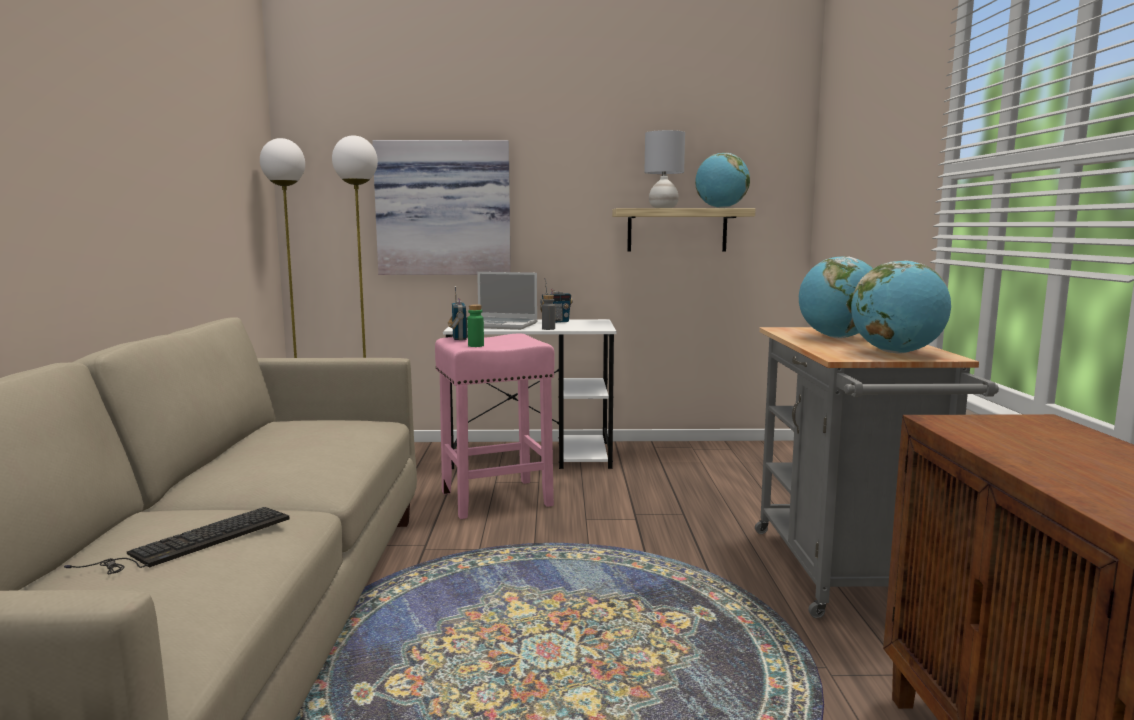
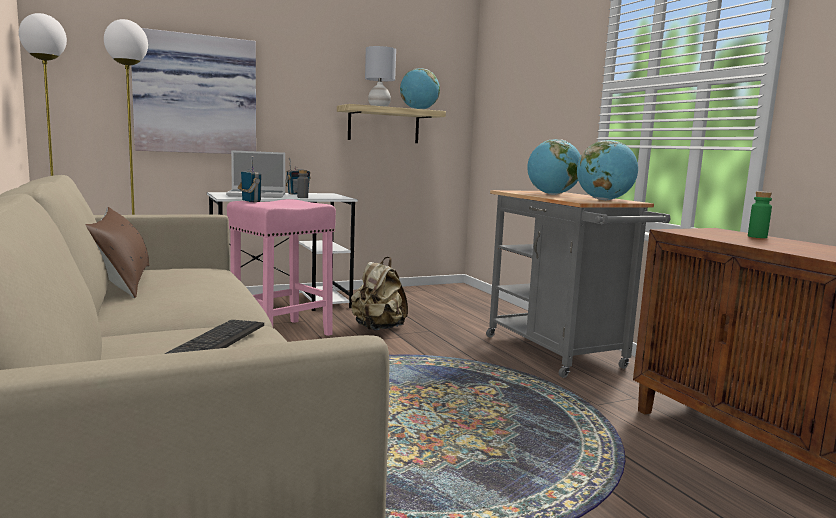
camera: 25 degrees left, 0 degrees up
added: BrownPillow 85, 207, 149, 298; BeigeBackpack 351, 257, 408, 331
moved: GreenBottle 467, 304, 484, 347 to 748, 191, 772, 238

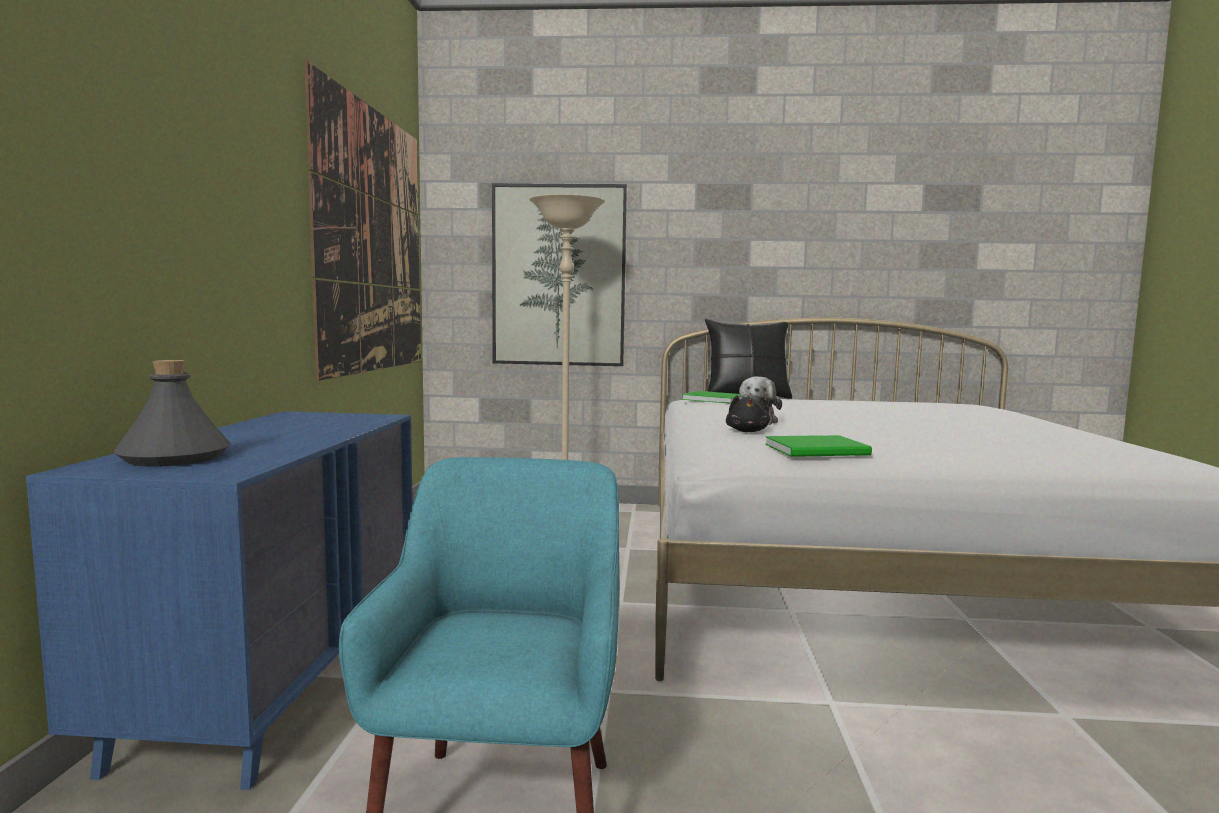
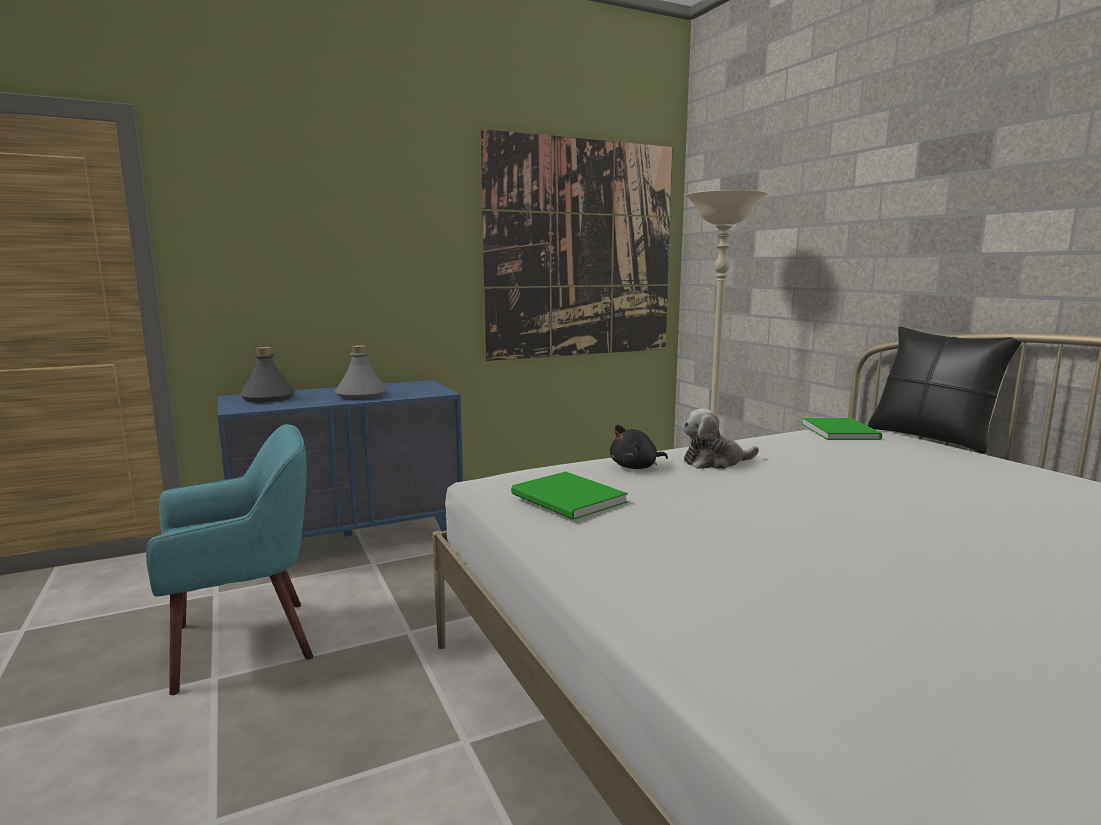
camera: 60 degrees right, 5 degrees up
removed: Picture 492, 184, 627, 366
added: GreyBottle 335, 345, 388, 400

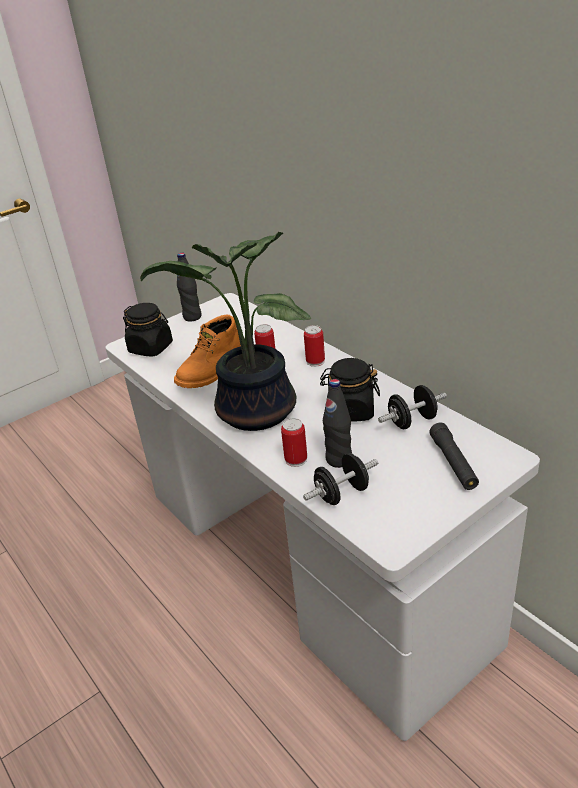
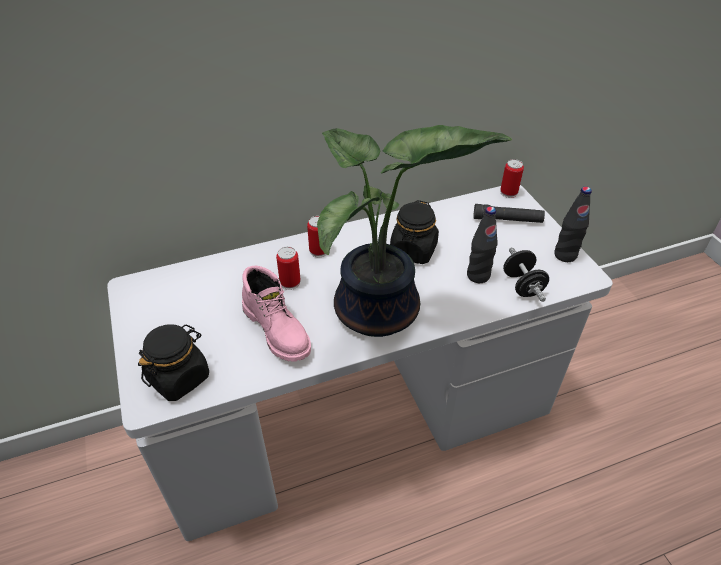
camera: 75 degrees left, 10 degrees up
removed: BlackDumbbell 378, 385, 447, 429
moved: Can 281, 418, 307, 467 to 500, 159, 524, 198; BlackBottle 177, 253, 201, 321 to 554, 187, 592, 262
recoloured: OrangeBoot 174, 315, 241, 388 to PinkBoot 242, 266, 311, 362

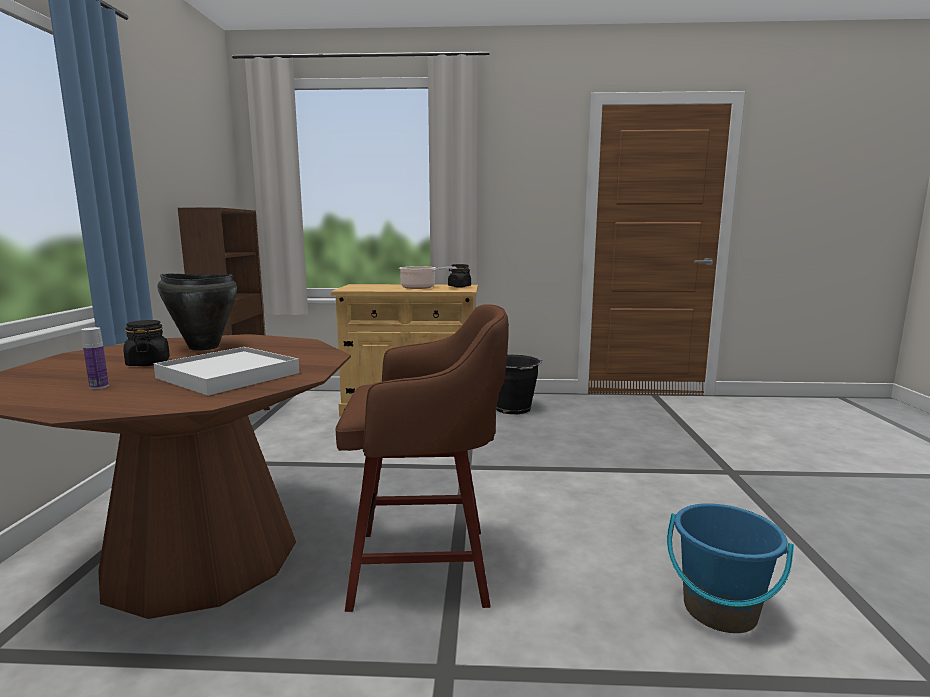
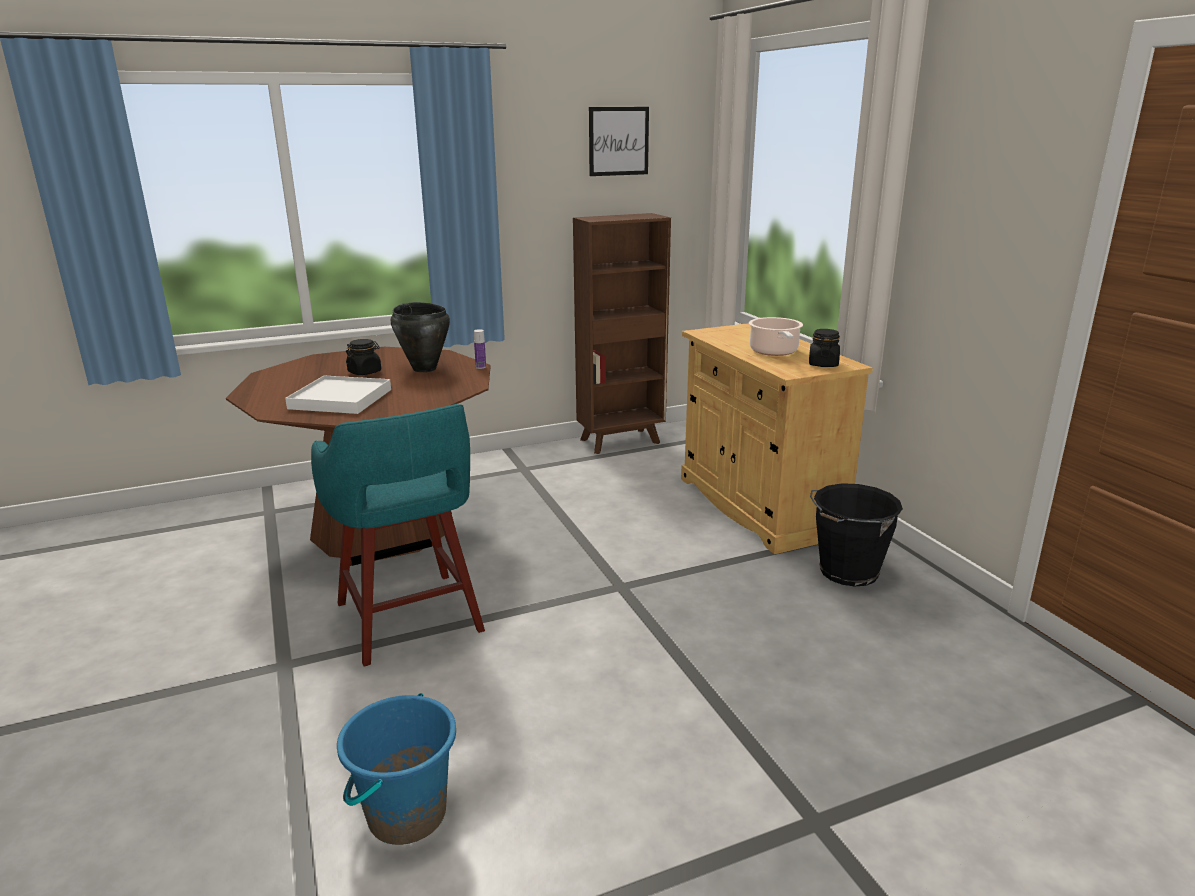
camera: 65 degrees right, 10 degrees up
added: Picture 589, 107, 649, 176
moved: Bottle 81, 327, 109, 389 to 474, 329, 486, 369
recoloured: BrownStool 336, 304, 509, 612 to TurquoiseStool 311, 404, 485, 667

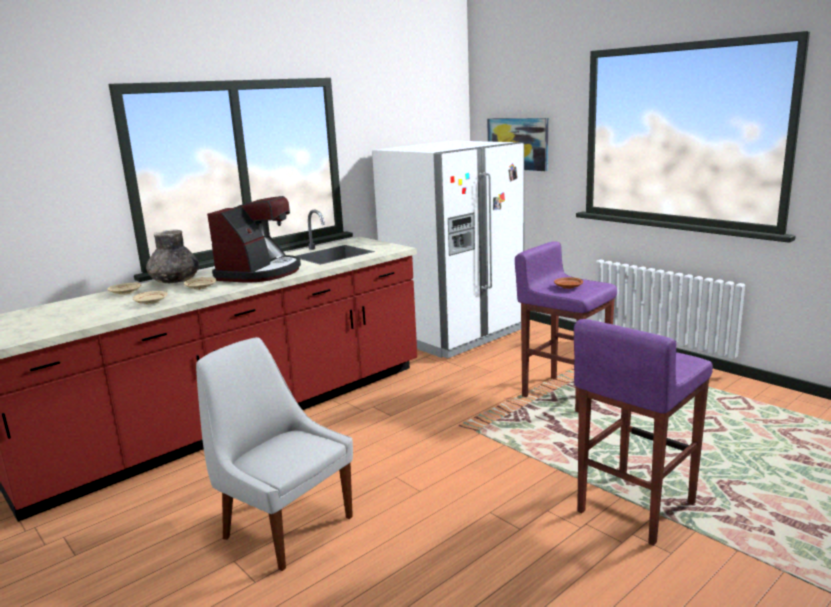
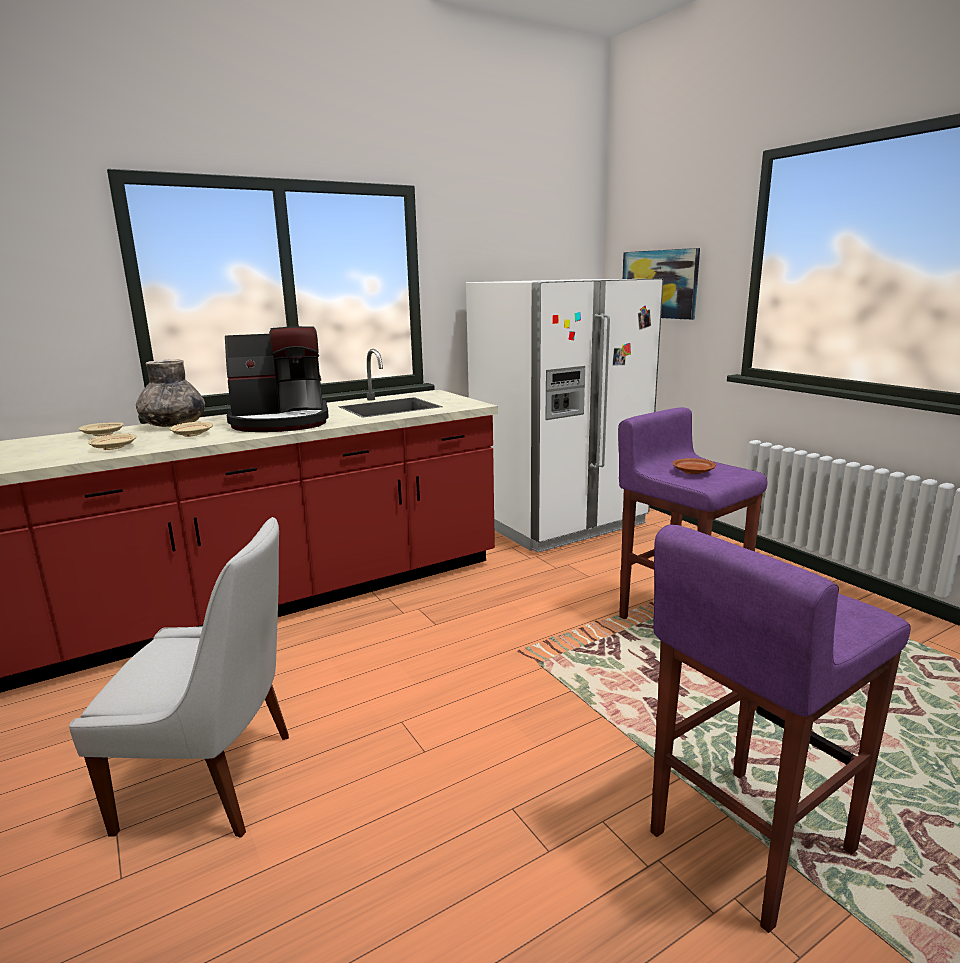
camera: 10 degrees right, 0 degrees up
turned: WhiteChair 196, 337, 353, 571 = 69, 517, 289, 838 135 degrees clockwise; CoffeeMachine 207, 196, 301, 283 = 225, 326, 329, 432 45 degrees clockwise

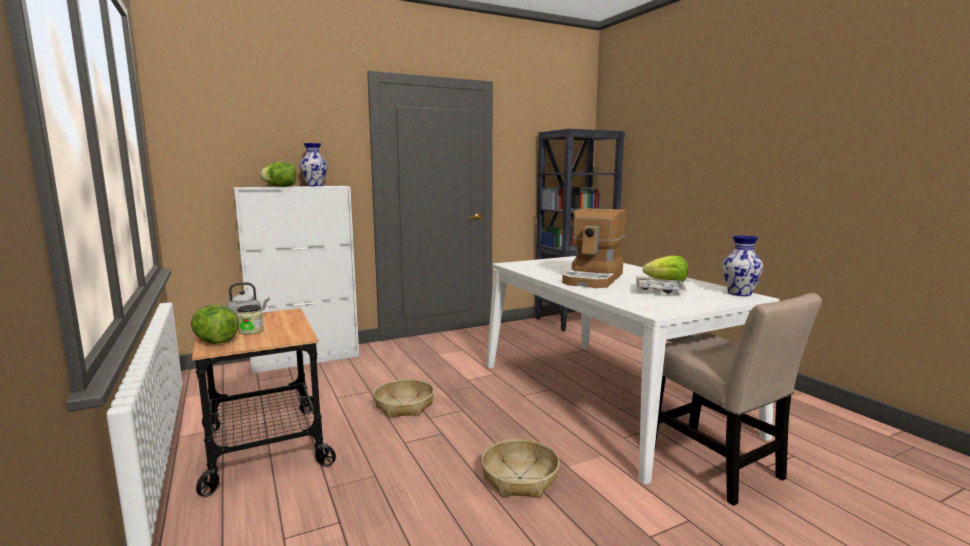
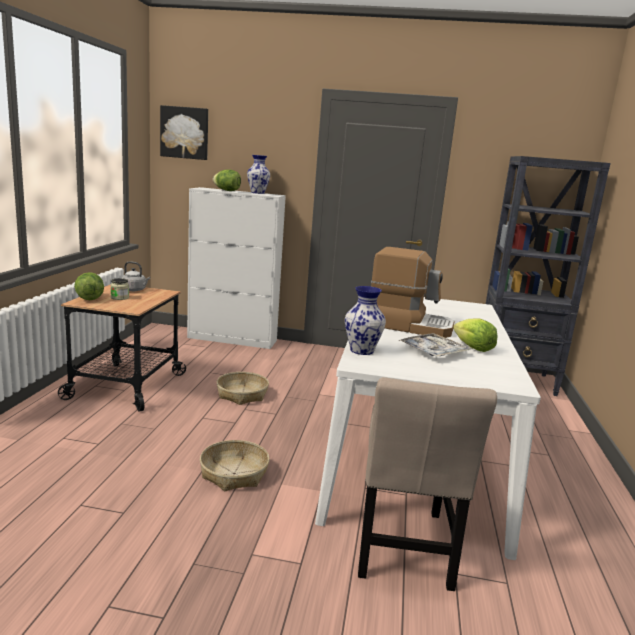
camera: 35 degrees right, 5 degrees up
added: Picture 160, 105, 208, 160
moved: Vase 722, 235, 763, 296 to 345, 286, 386, 355
turned: CoffeeMachine 562, 208, 626, 288 = 371, 247, 455, 338 135 degrees counterclockwise

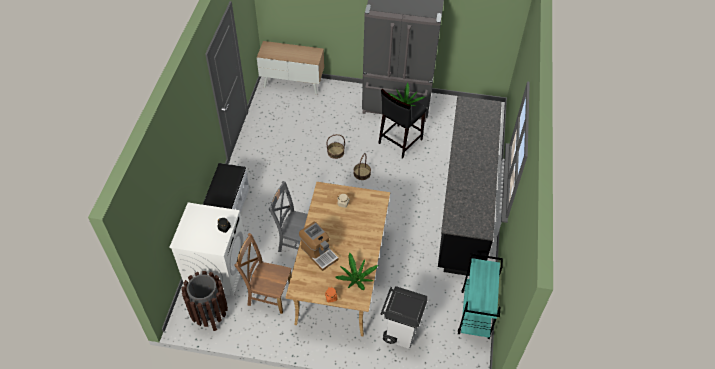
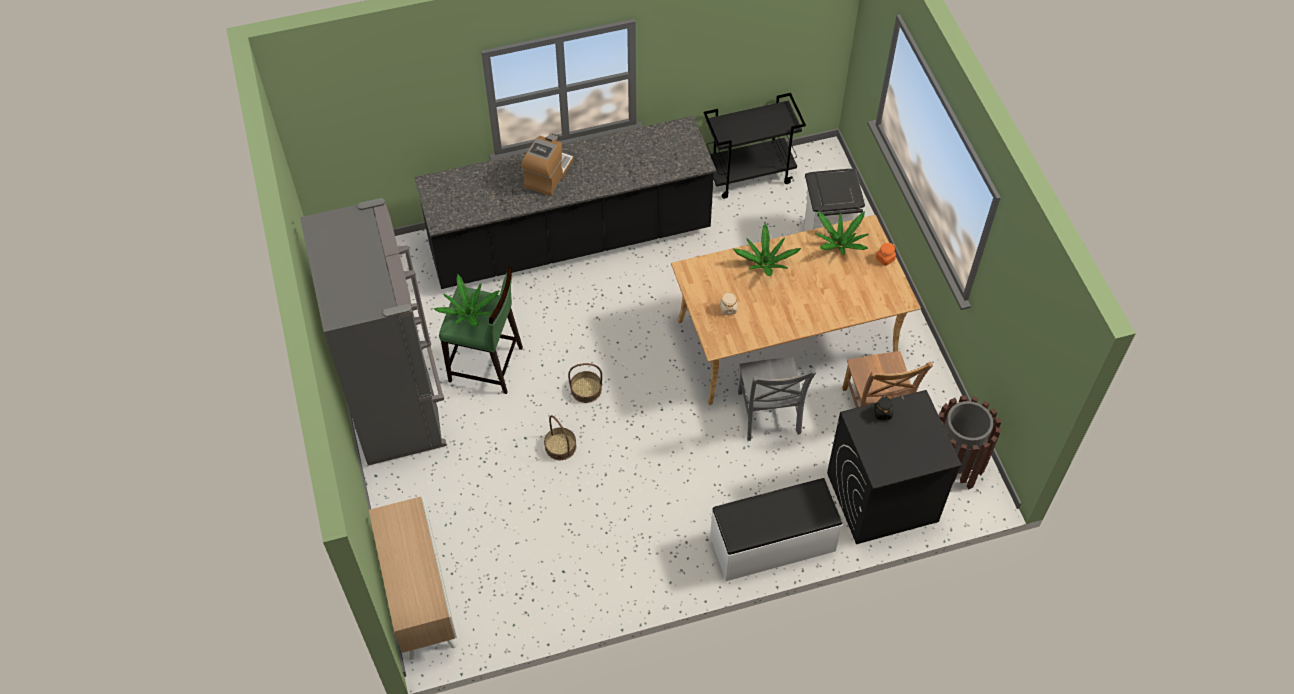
camera: 115 degrees left, 5 degrees up
added: PottedPlant 733, 223, 801, 276
moved: CoffeeMachine 299, 221, 339, 271 to 521, 133, 574, 196
recoloured: BlackStool 378, 89, 427, 158 to GreenStool 439, 266, 523, 394; TurquoiseCart 458, 254, 503, 339 to BlackCart 704, 93, 806, 199; WhiteWashingMachine 169, 203, 248, 296 to BlackWashingMachine 827, 390, 962, 544

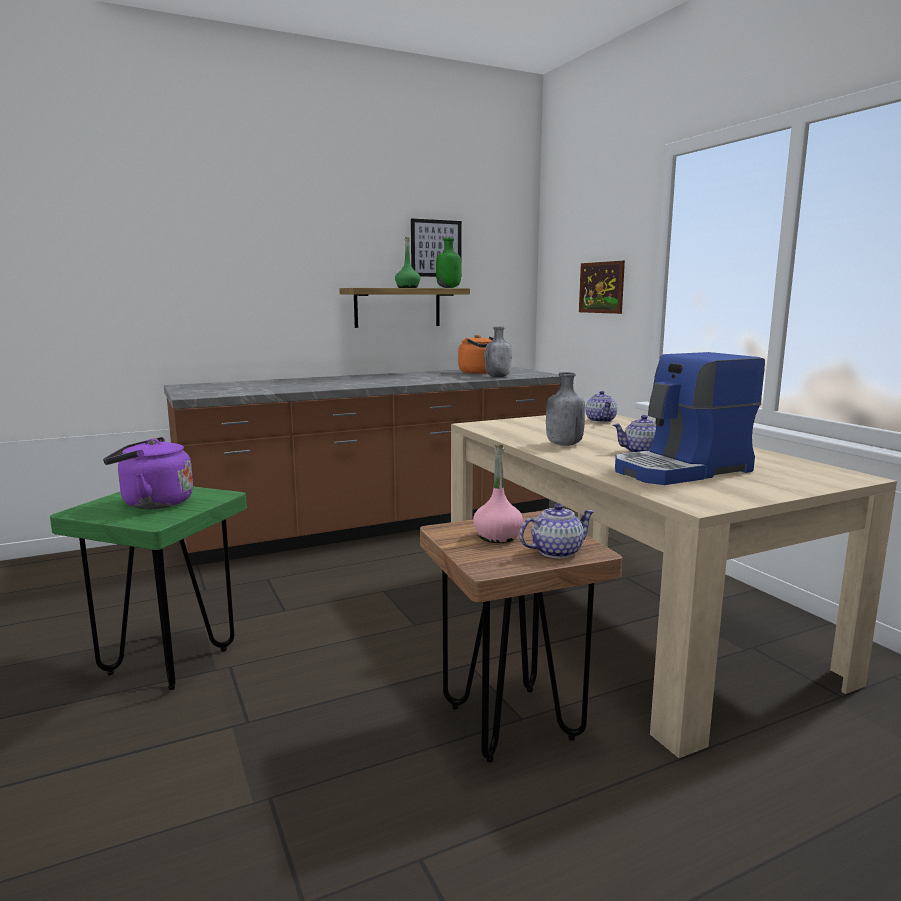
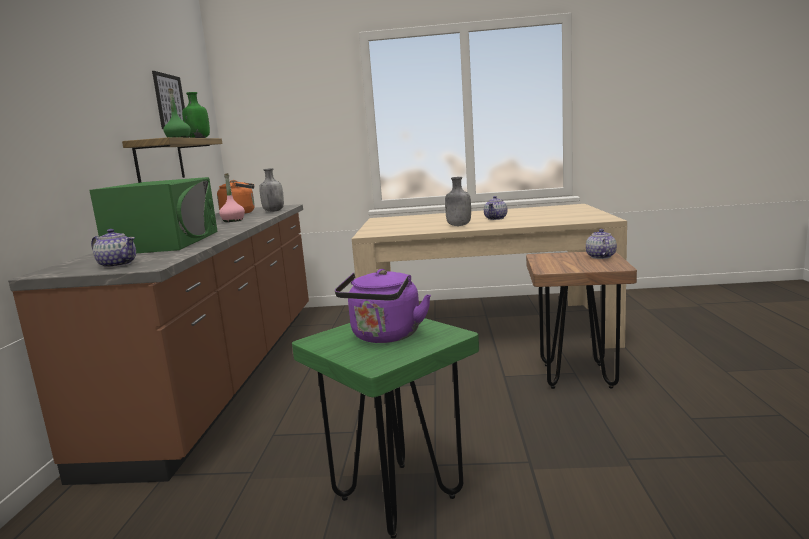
camera: 60 degrees left, 0 degrees up
removed: Picture 579, 261, 625, 314; CoffeeMachine 615, 352, 765, 485
added: GreenMicrowave 89, 177, 217, 253
moved: Teapot 586, 391, 617, 423 to 91, 229, 136, 268; PinkBottle 473, 445, 523, 543 to 219, 173, 245, 222

